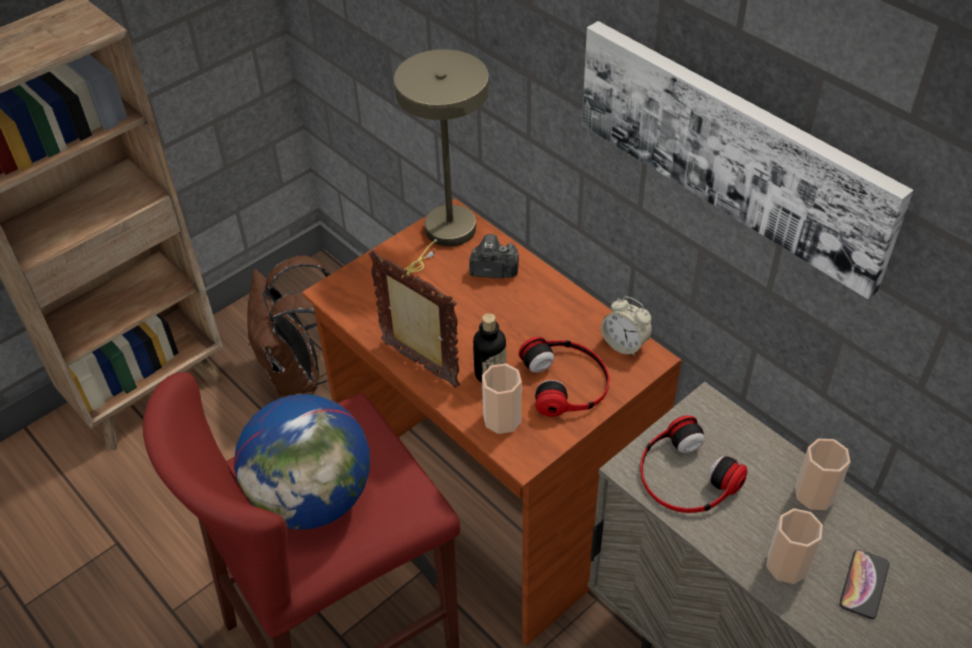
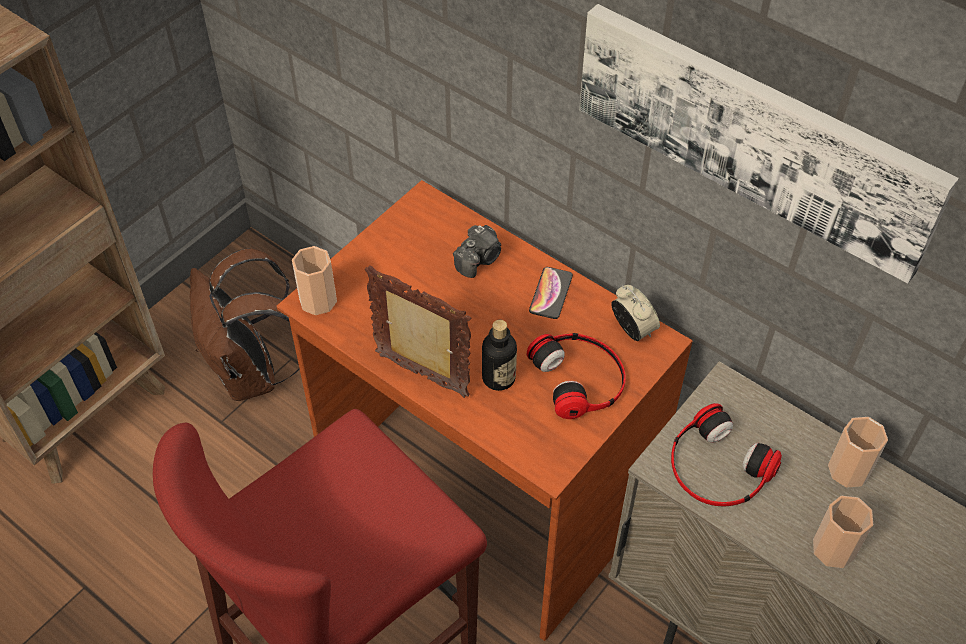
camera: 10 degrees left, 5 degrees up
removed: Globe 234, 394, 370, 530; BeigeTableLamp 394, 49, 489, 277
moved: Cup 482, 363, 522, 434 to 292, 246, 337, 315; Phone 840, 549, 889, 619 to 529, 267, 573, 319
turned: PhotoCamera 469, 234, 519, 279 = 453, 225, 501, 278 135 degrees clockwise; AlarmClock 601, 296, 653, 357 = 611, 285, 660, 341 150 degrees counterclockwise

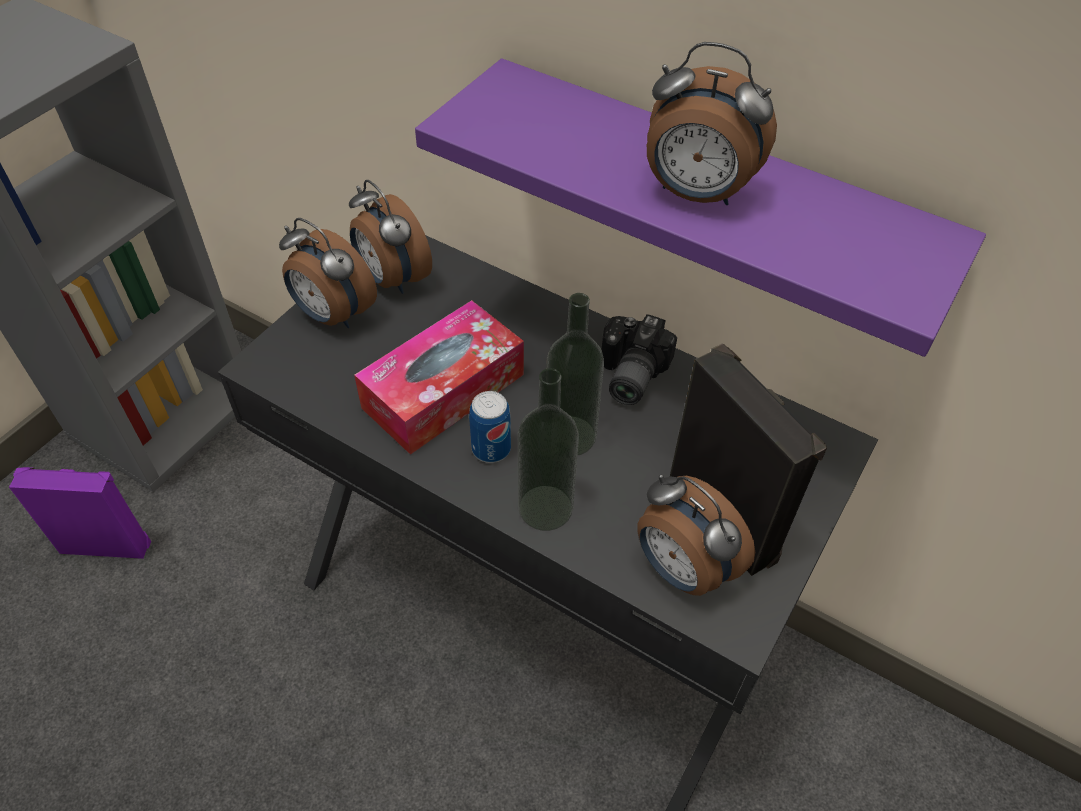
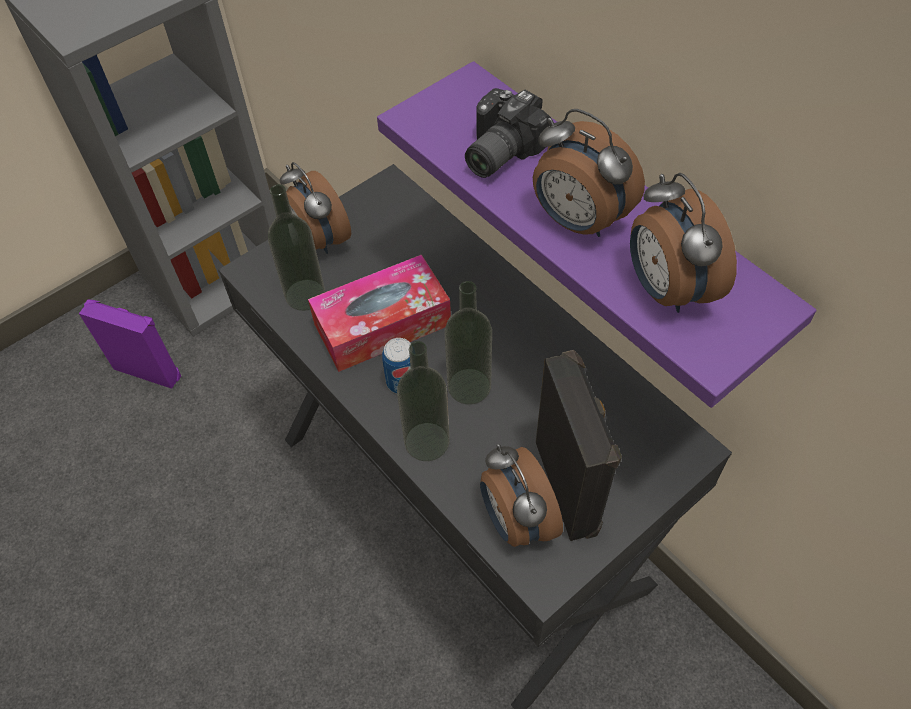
camera: 20 degrees right, 5 degrees up
added: Bottle 268, 184, 325, 311
moved: PhotoCamera 602, 314, 677, 405 to 465, 88, 551, 178; AlarmClock 349, 180, 432, 294 to 630, 173, 737, 313

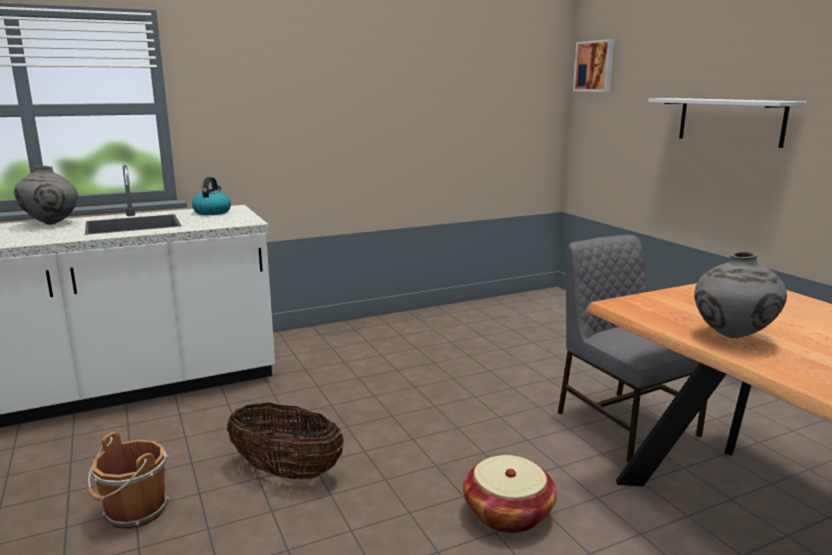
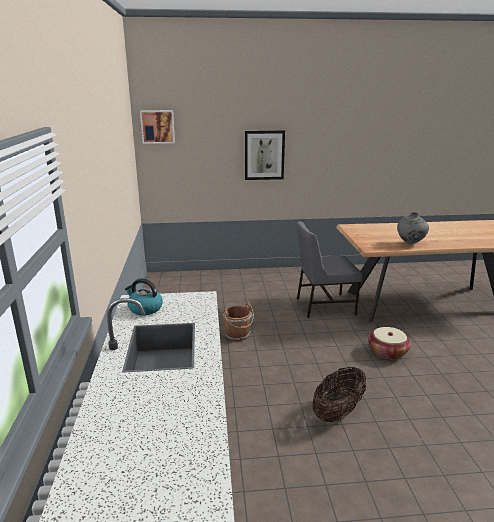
camera: 70 degrees left, 5 degrees up
removed: GreyVase 14, 165, 78, 225
moved: BrownBucket 88, 432, 169, 529 to 223, 303, 254, 341
replaced: WhiteShelf 648, 98, 807, 148 to Picture 245, 130, 285, 180

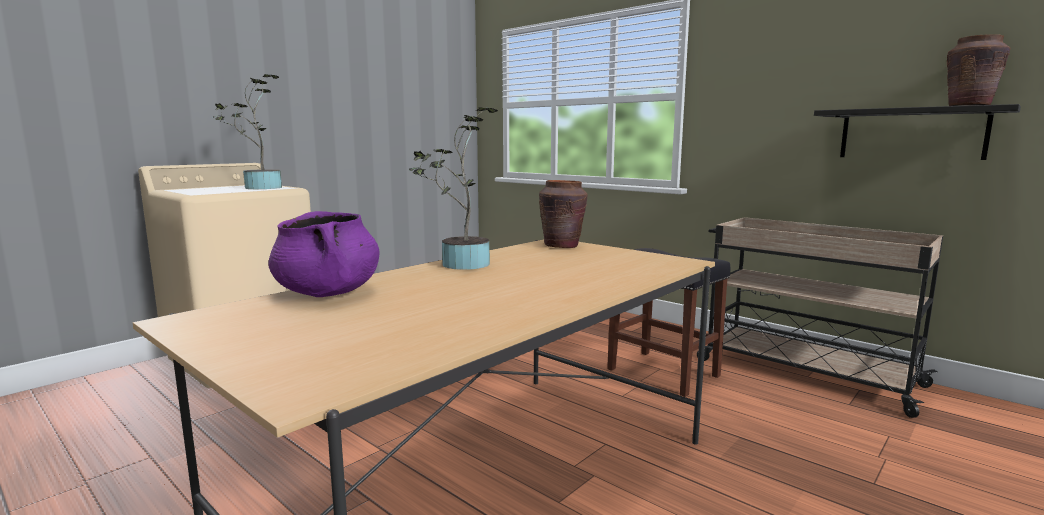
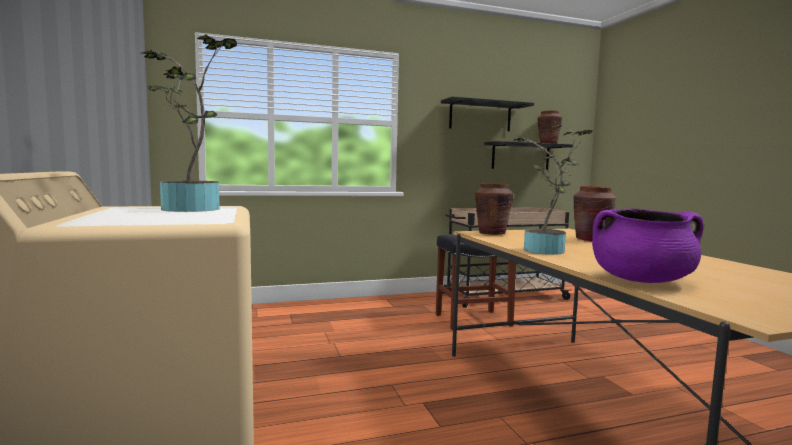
camera: 60 degrees left, 5 degrees down
added: BlackShelf 441, 97, 534, 132; BrownVase 574, 186, 616, 242

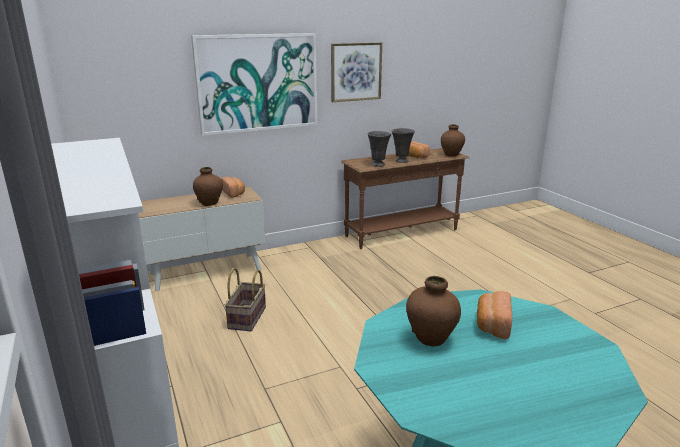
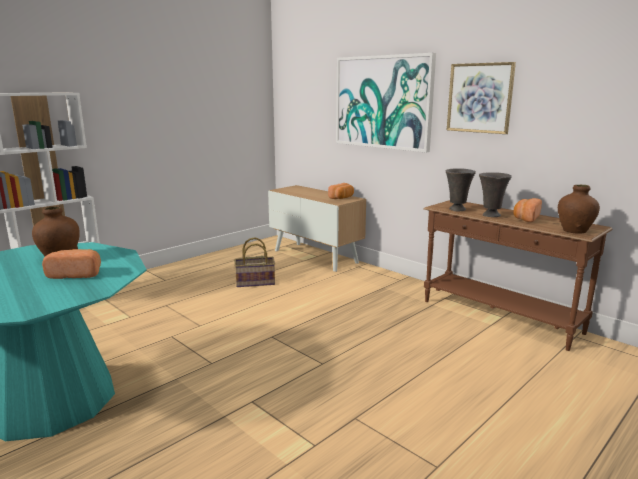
camera: 70 degrees right, 5 degrees down
removed: BrownVase 193, 167, 223, 206

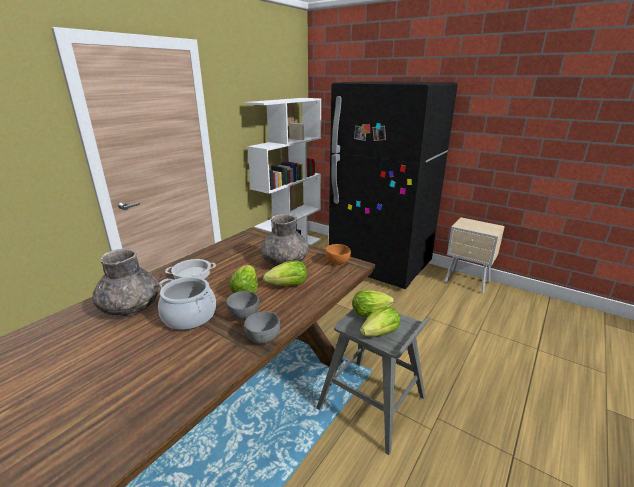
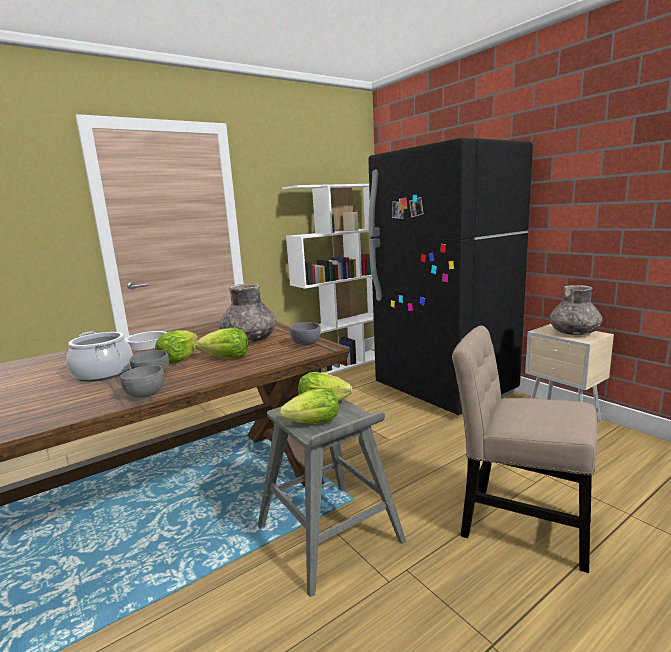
camera: 20 degrees right, 10 degrees down
added: BeigeChair 452, 326, 597, 573
moved: GreyVase 93, 249, 159, 316 to 549, 285, 602, 335
recoloured: OrangeBowl 326, 244, 351, 265 to GreyBowl 290, 322, 321, 345

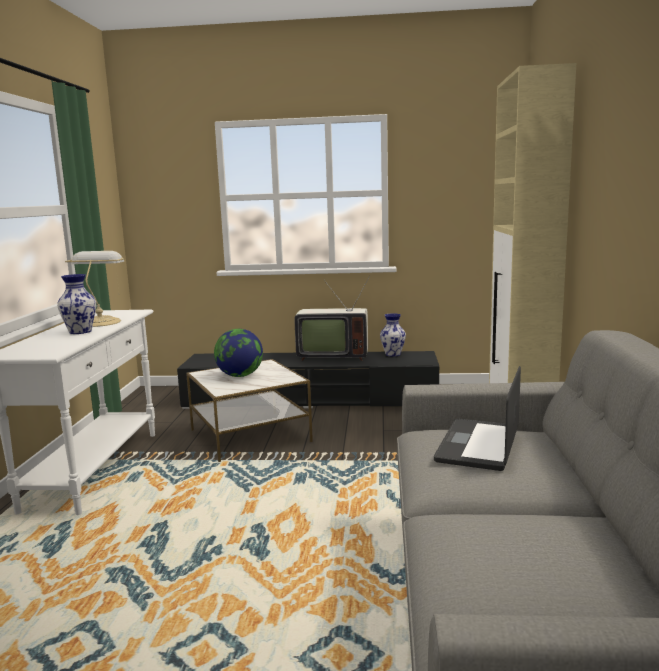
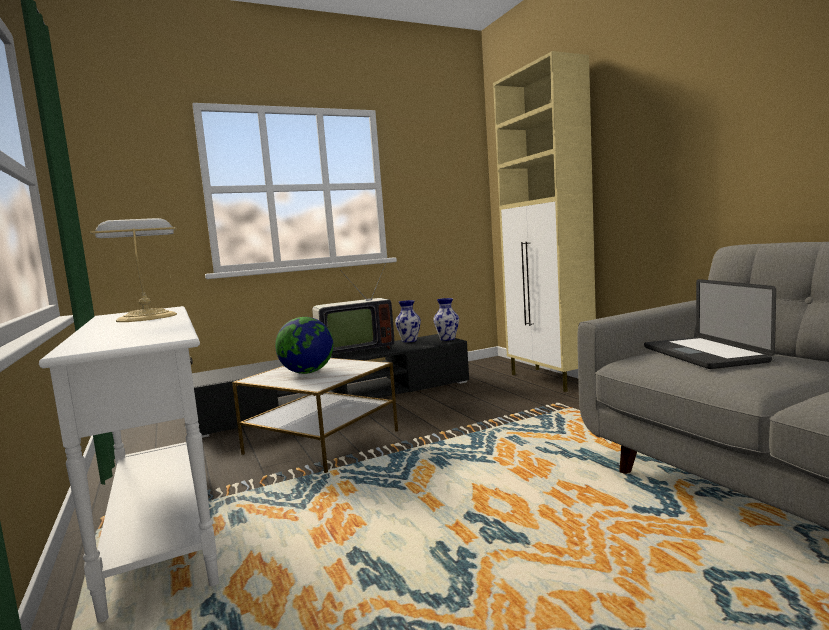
camera: 30 degrees left, 5 degrees down
moved: Vase 57, 274, 96, 334 to 433, 298, 459, 341

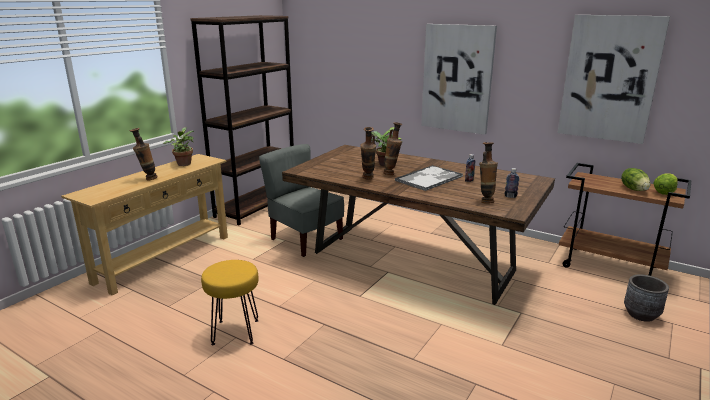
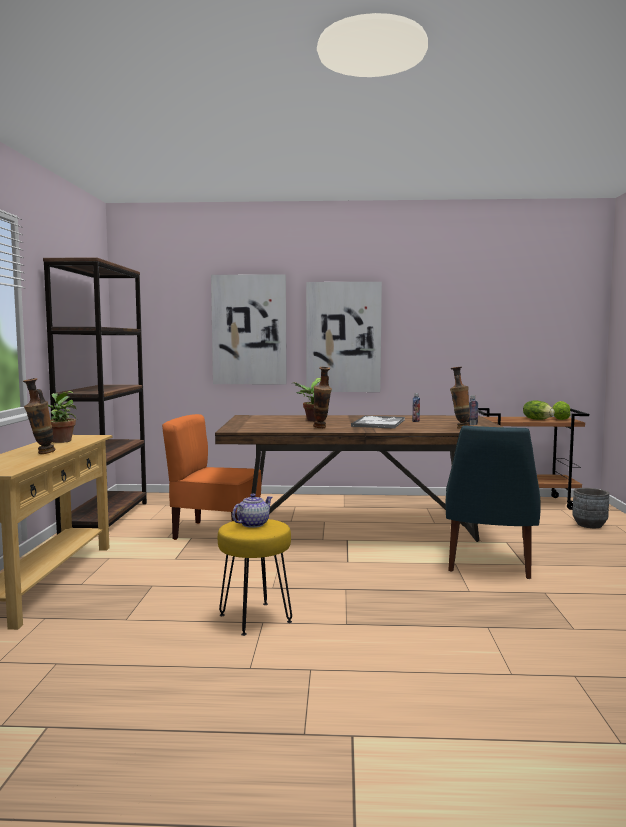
camera: 30 degrees left, 15 degrees down
removed: Vase 383, 122, 402, 175
added: Teapot 232, 494, 272, 528; BlueChair 445, 426, 541, 579
moved: Picture 558, 15, 670, 144 to 211, 274, 287, 384
recoloured: GreyChair 259, 144, 344, 257 to OrangeChair 162, 414, 261, 540

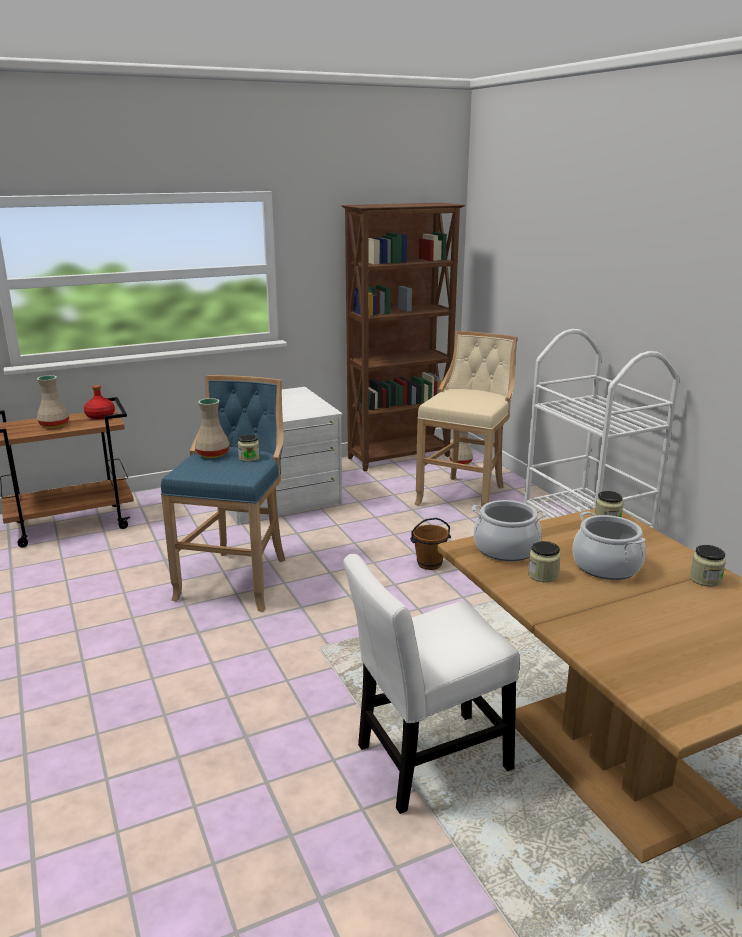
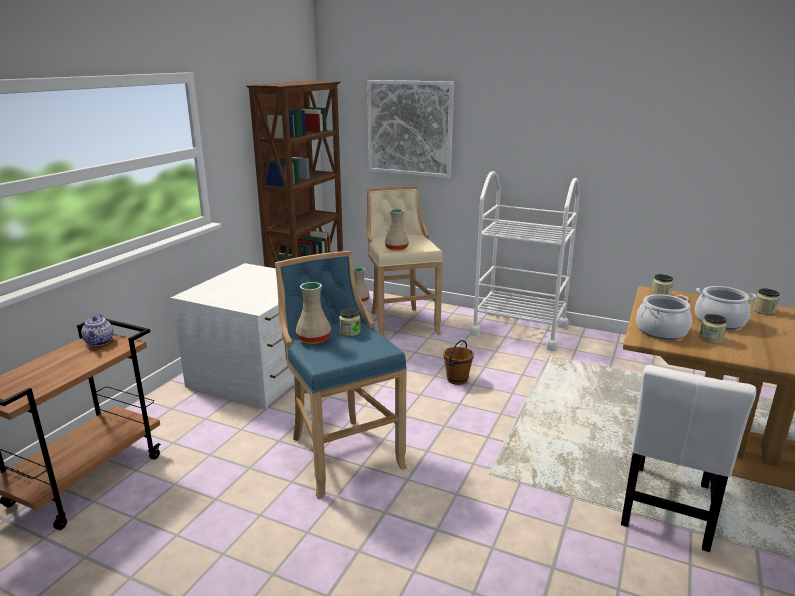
camera: 40 degrees left, 0 degrees up
added: Picture 367, 80, 454, 178
moved: BeigeVase 37, 375, 69, 428 to 385, 209, 409, 251
replaced: RedBottle 84, 385, 115, 419 to Teapot 81, 314, 114, 346

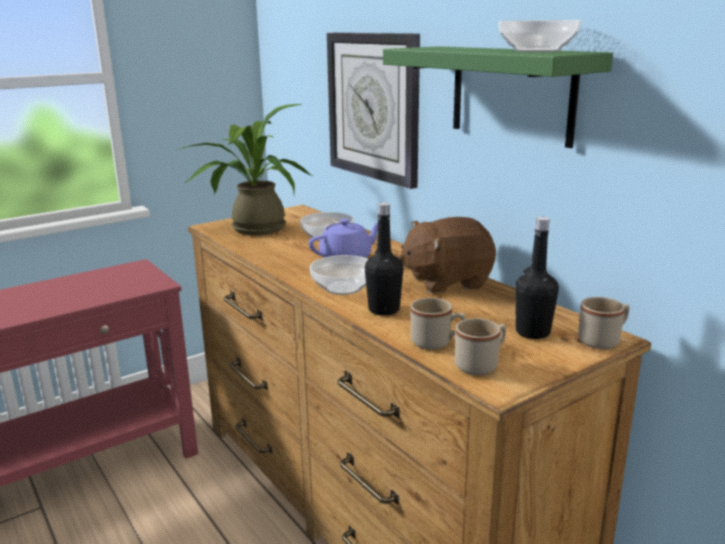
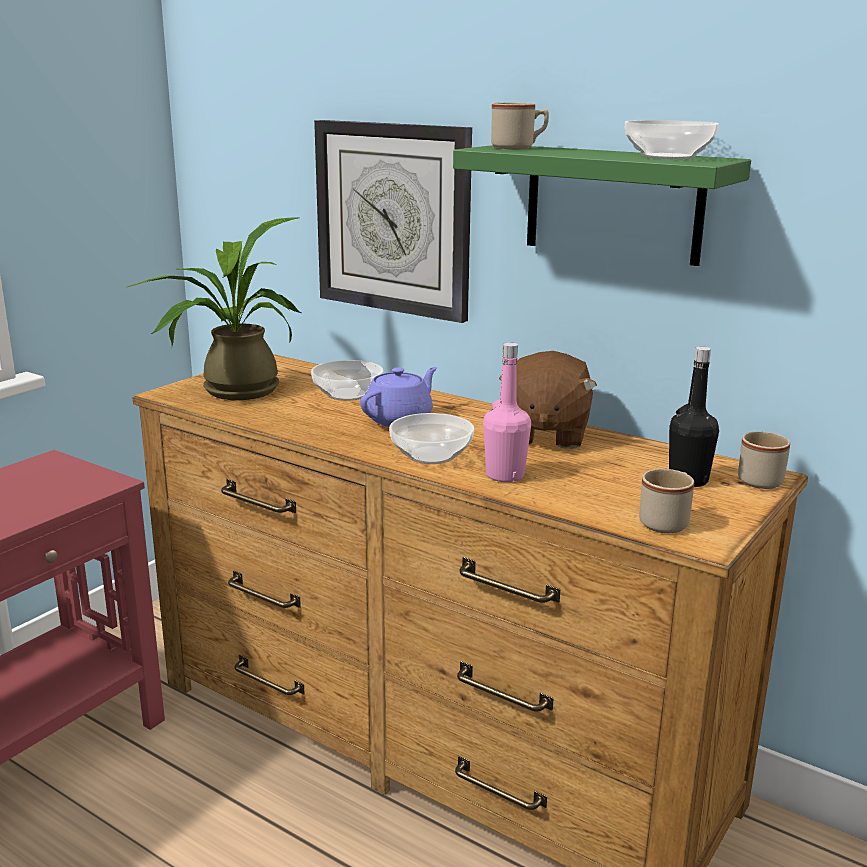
camera: 20 degrees left, 0 degrees up
moved: BeigeMug 410, 298, 465, 350 to 491, 103, 549, 150
recoloured: BlackBottle 365, 202, 403, 316 to PinkBottle 483, 342, 531, 482
turned: BrownPlushToy 398, 217, 496, 294 = 499, 351, 597, 449 45 degrees counterclockwise

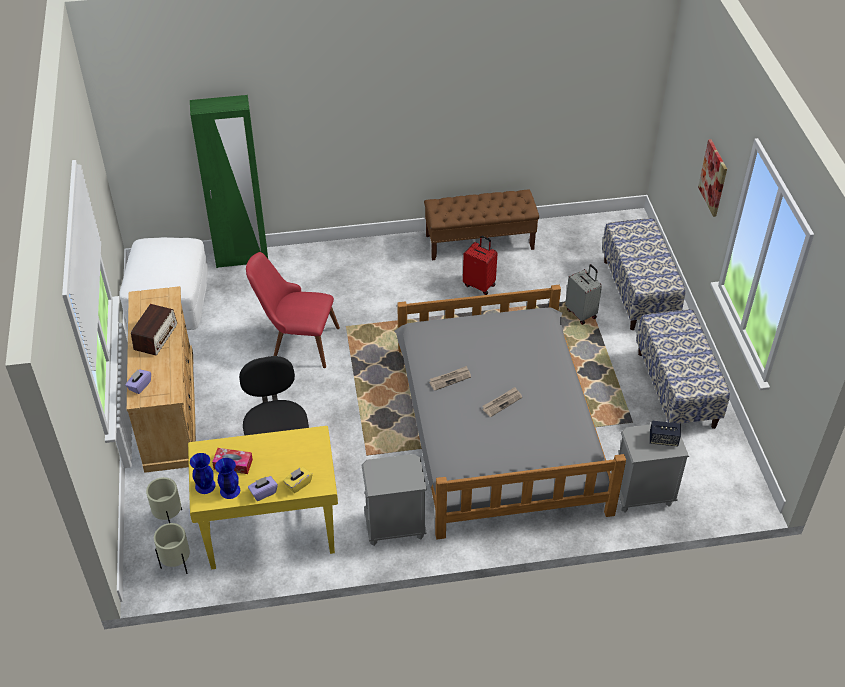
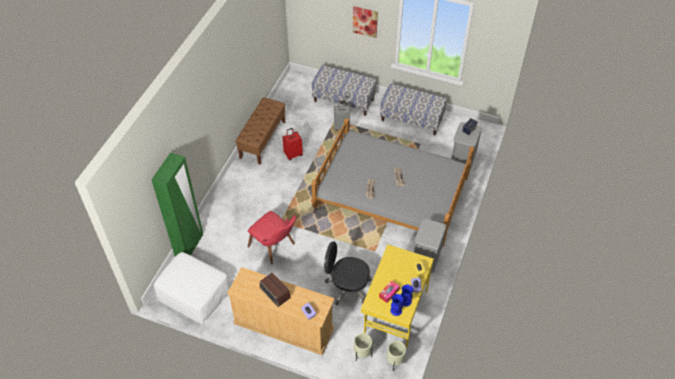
camera: 60 degrees left, 5 degrees up
turned: RedChair 246, 252, 340, 368 = 248, 211, 296, 264 90 degrees counterclockwise

